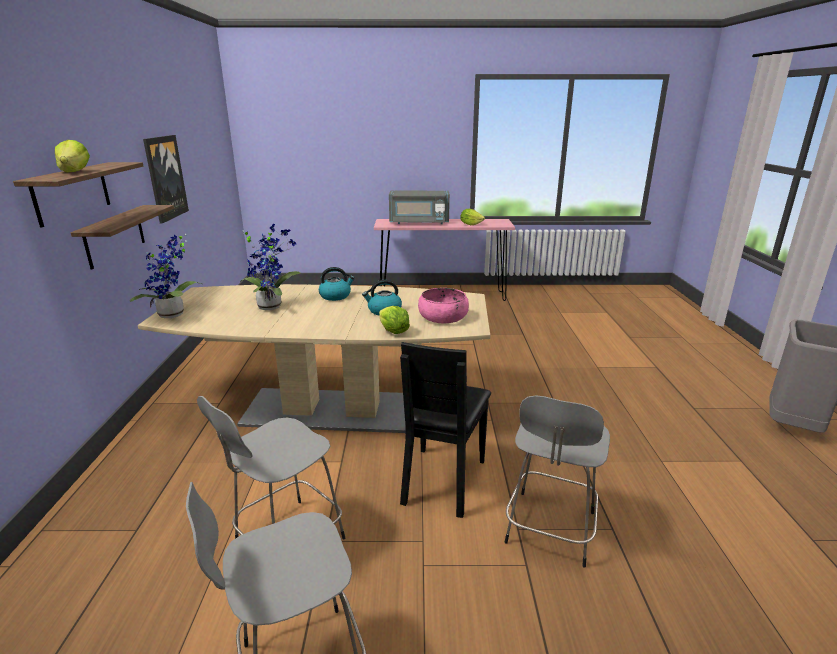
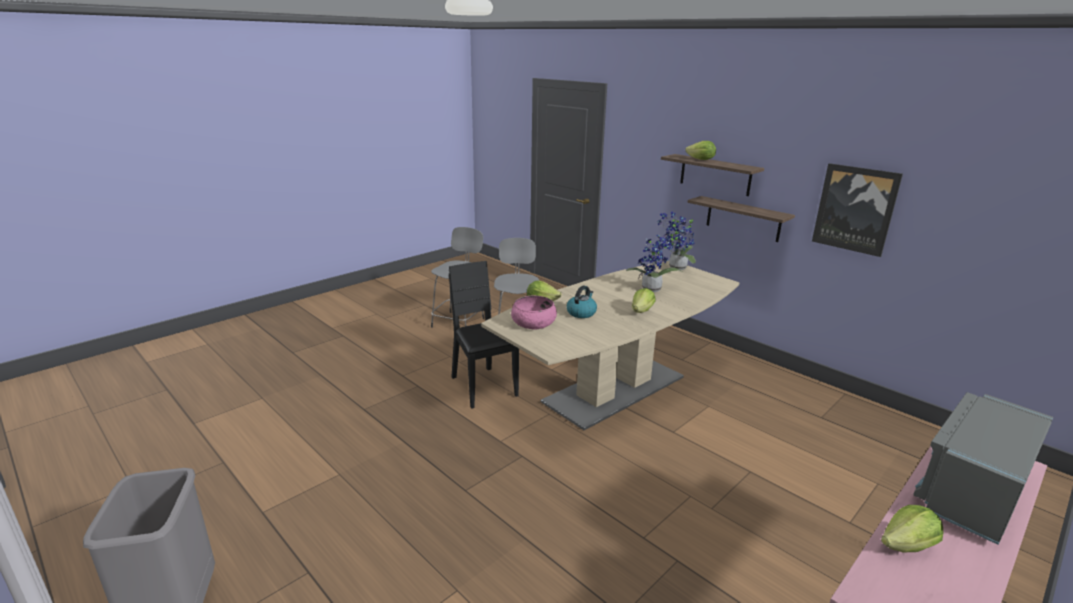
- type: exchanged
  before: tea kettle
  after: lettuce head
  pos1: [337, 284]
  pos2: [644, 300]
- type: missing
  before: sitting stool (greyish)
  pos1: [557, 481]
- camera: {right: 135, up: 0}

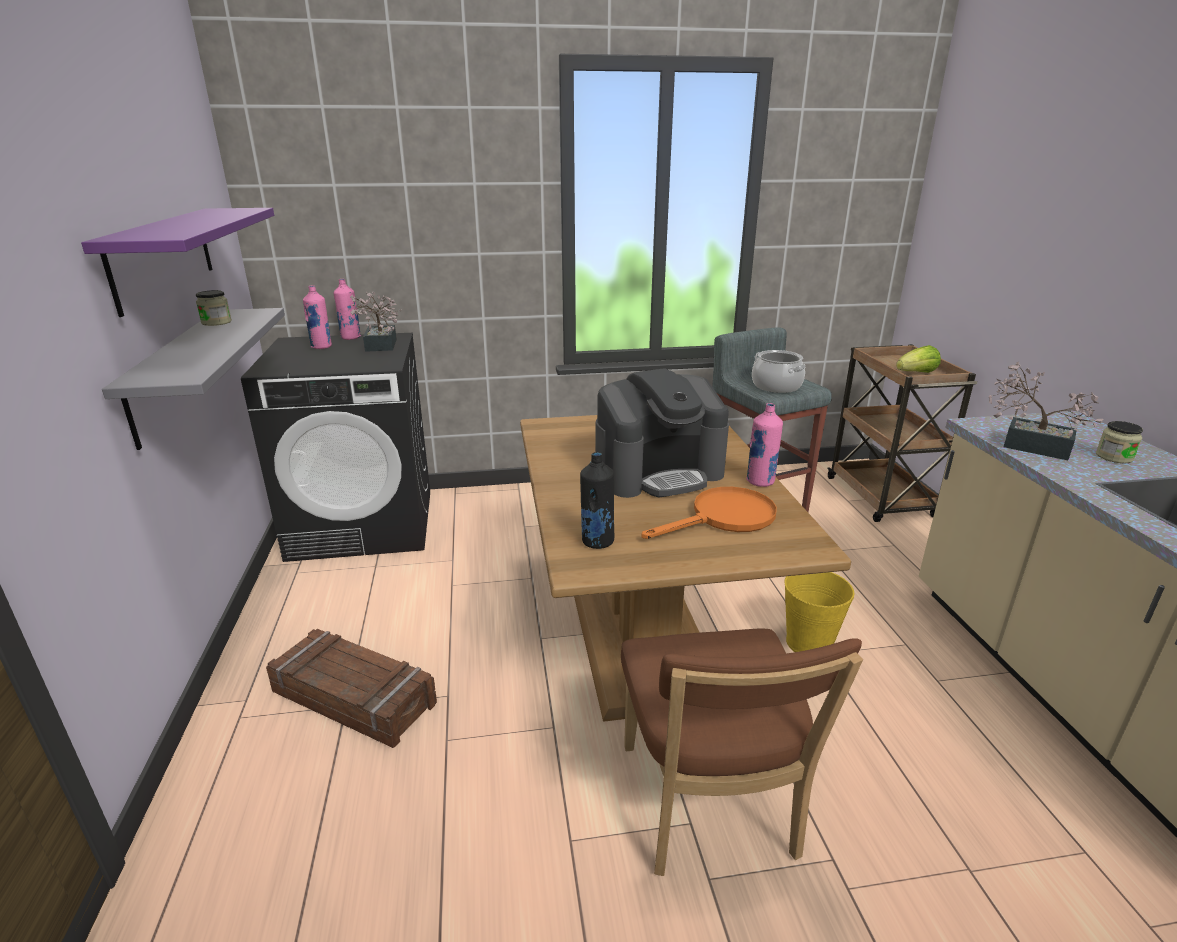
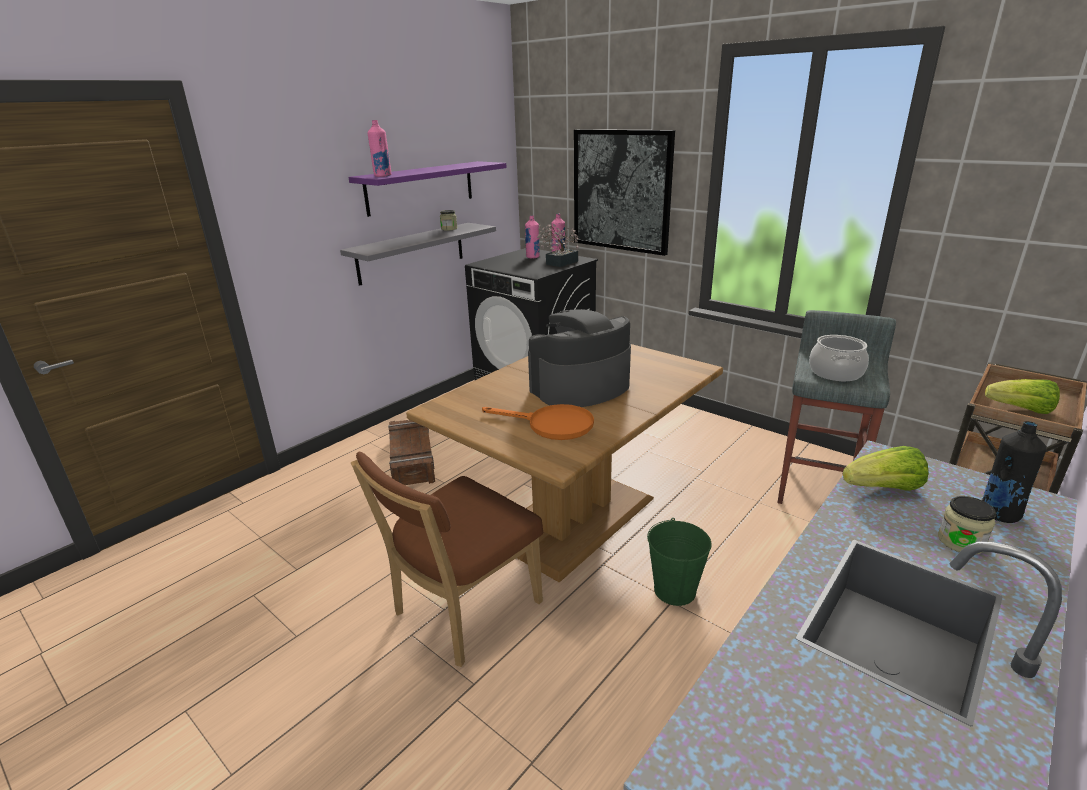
- type: relocated
  before: bottle (black-coloured)
  pos1: [597, 500]
  pos2: [1014, 472]
- type: spun
  before: coffee brewer
  pos1: [662, 433]
  pos2: [579, 358]
  turn: 120
- type: relocated
  before: bottle (pinkish)
  pos1: [764, 445]
  pos2: [380, 148]
- type: colour
  before: bucket (yellow)
  after: bucket (green-coloured)
  pos1: [819, 612]
  pos2: [679, 562]
- type: exchanged
  before: potted plant
  after: lettuce head
  pos1: [1046, 411]
  pos2: [885, 468]
- type: appeared
  after: picture
  pos2: [624, 192]
- camera: {right: 50, up: 0}

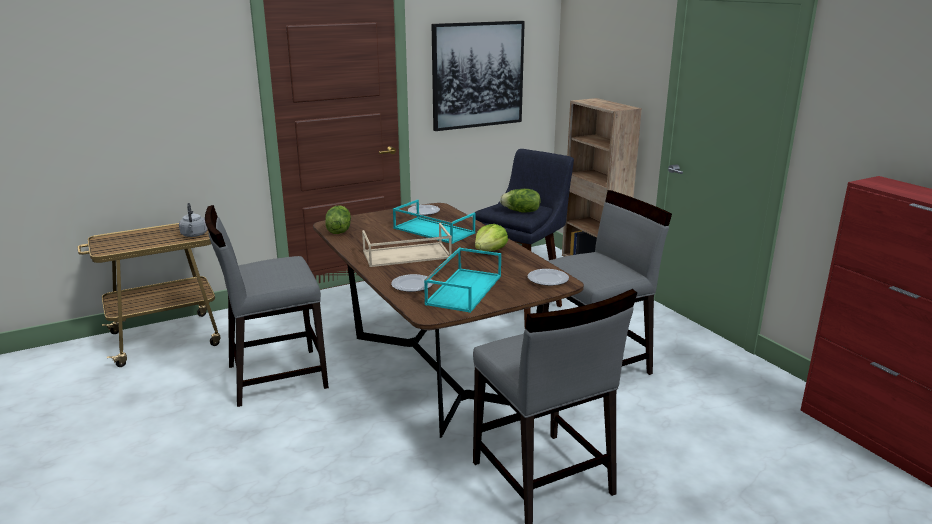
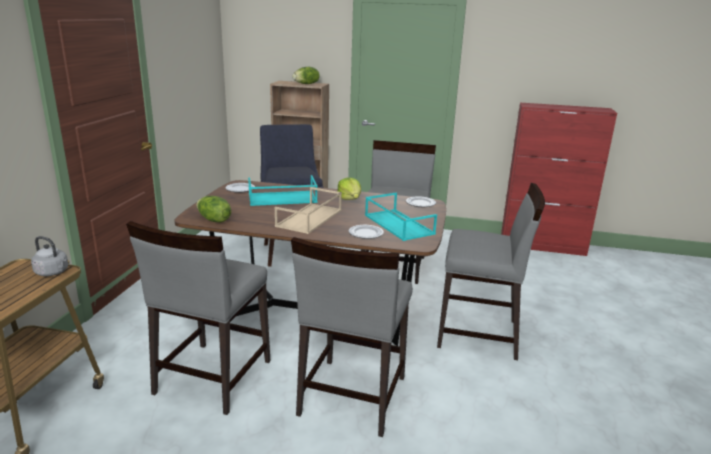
- type: missing
  before: picture
  pos1: [478, 76]
- type: relocated
  before: lettuce head
  pos1: [520, 201]
  pos2: [306, 75]
- type: appeared
  after: chair (greyish)
  pos2: [352, 337]
- camera: {right: -50, up: 0}

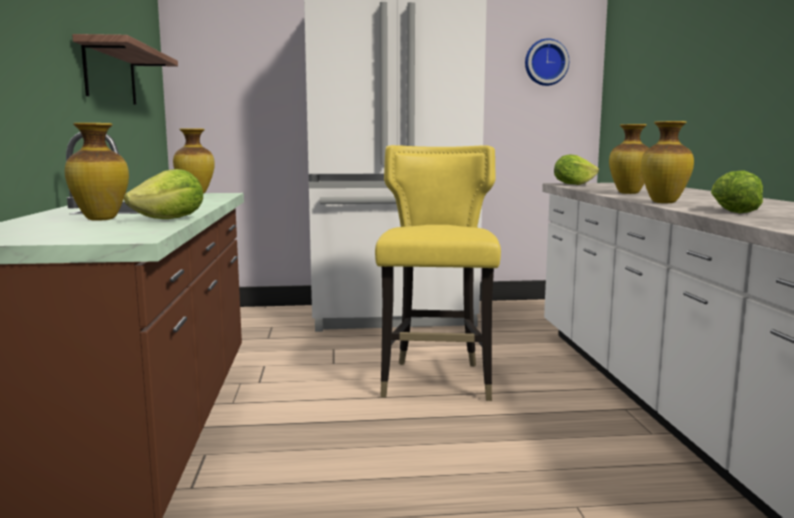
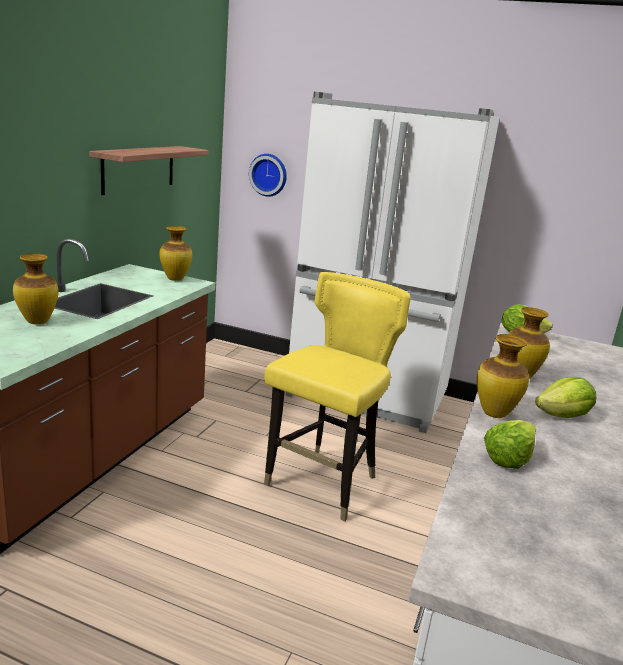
- type: relocated
  before: lettuce head
  pos1: [163, 194]
  pos2: [565, 397]
- type: relocated
  before: clock on the wall
  pos1: [547, 62]
  pos2: [268, 175]
- camera: {right: 25, up: 10}

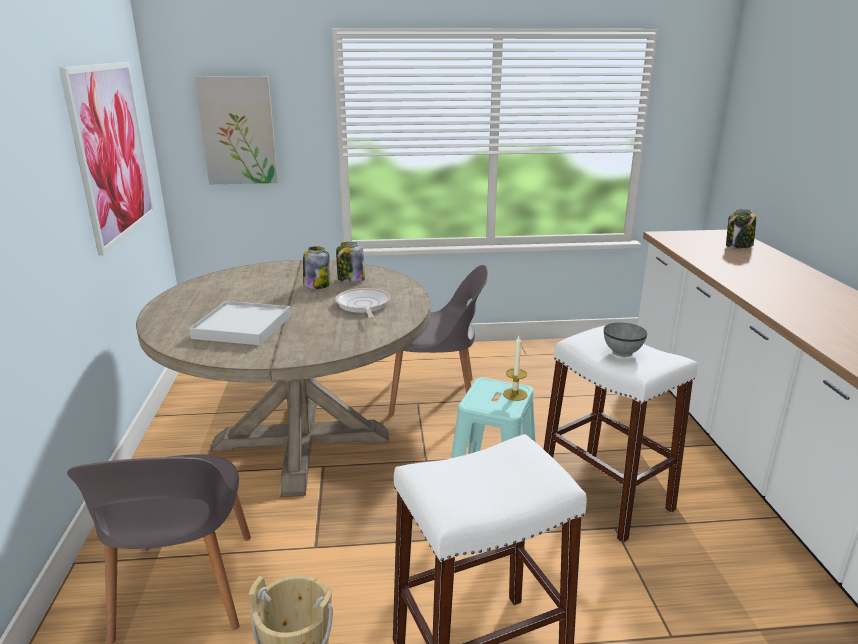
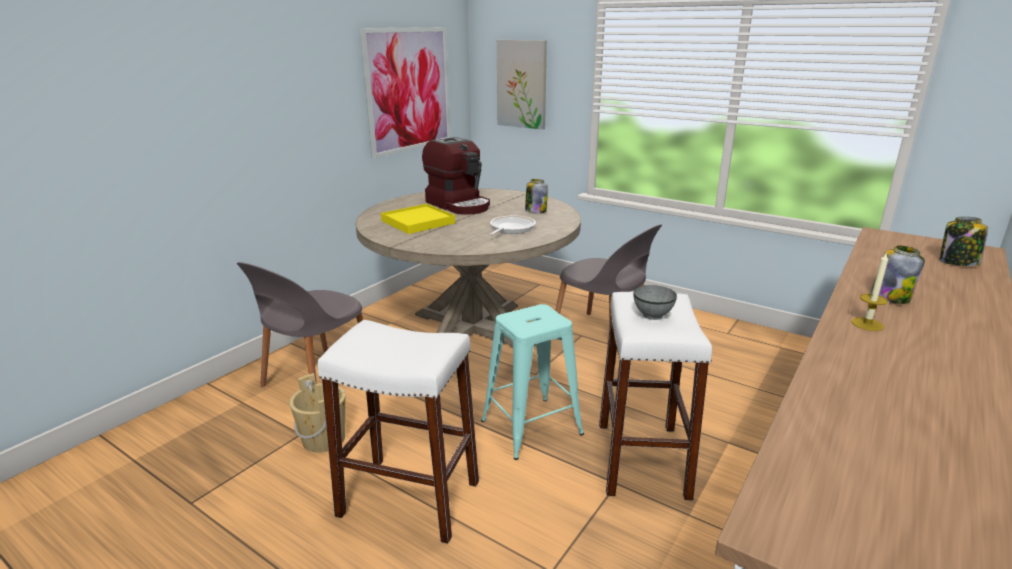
- type: colour
  before: carrying tray (white-coloured)
  after: carrying tray (yellow)
  pos1: [240, 323]
  pos2: [418, 219]
- type: relocated
  before: storage jar
  pos1: [316, 267]
  pos2: [898, 275]
- type: relocated
  before: wax light
  pos1: [515, 368]
  pos2: [869, 291]
- type: appeared
  after: coffee brewer
  pos2: [456, 176]
- camera: {right: 40, up: 0}

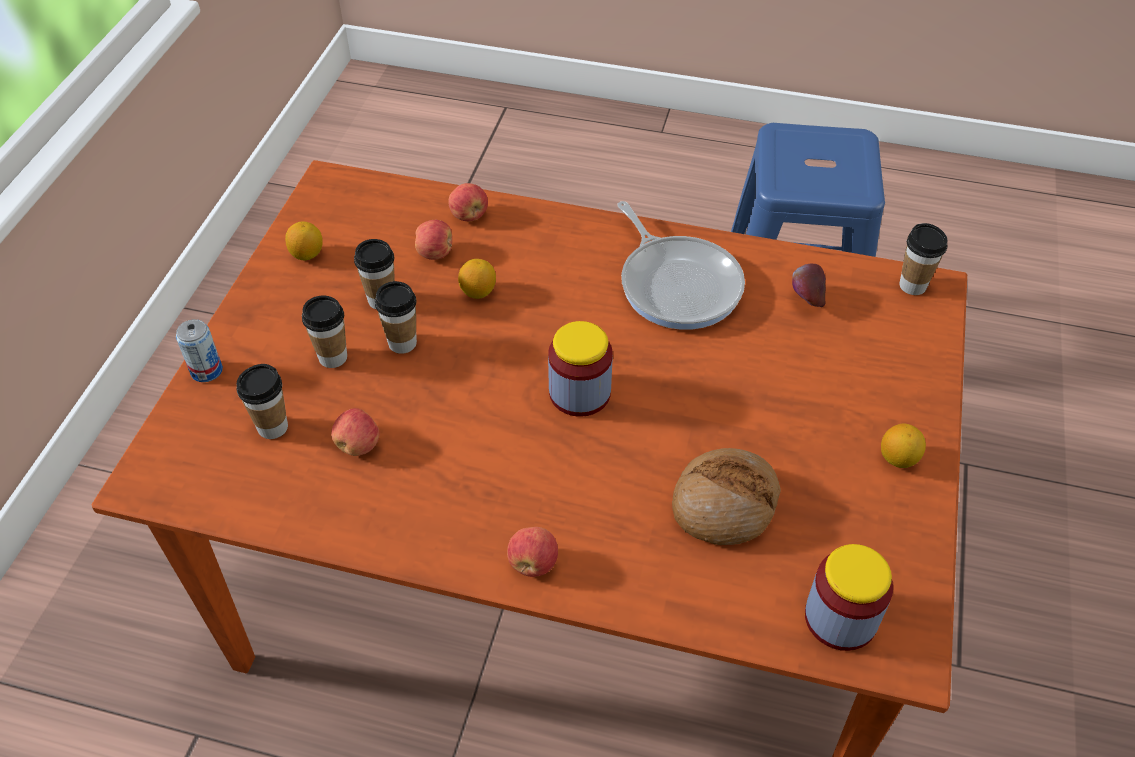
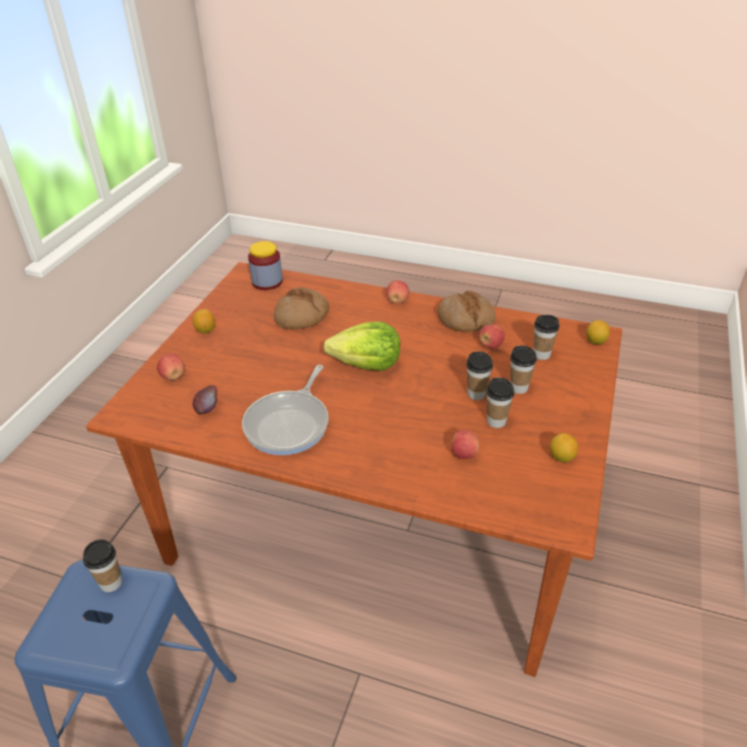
- type: missing
  before: can
  pos1: [199, 350]
- type: relocated
  before: apple
  pos1: [468, 202]
  pos2: [171, 367]
- type: relocated
  before: whole lemon
  pos1: [477, 279]
  pos2: [598, 332]
- type: exchanged
  before: storage jar
  after: lettuce head
  pos1: [580, 369]
  pos2: [361, 346]
- type: spun
  before: frying pan
  pos1: [681, 265]
  pos2: [285, 410]
  turn: -135
- type: relocated
  before: small cup
  pos1: [923, 259]
  pos2: [102, 565]
- type: appeared
  after: bakery bread
  pos2: [467, 311]
- camera: {right: -175, up: -10}

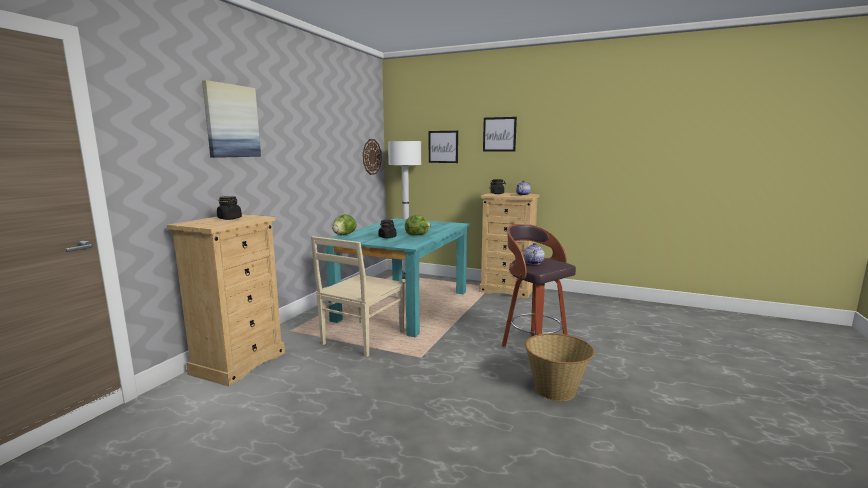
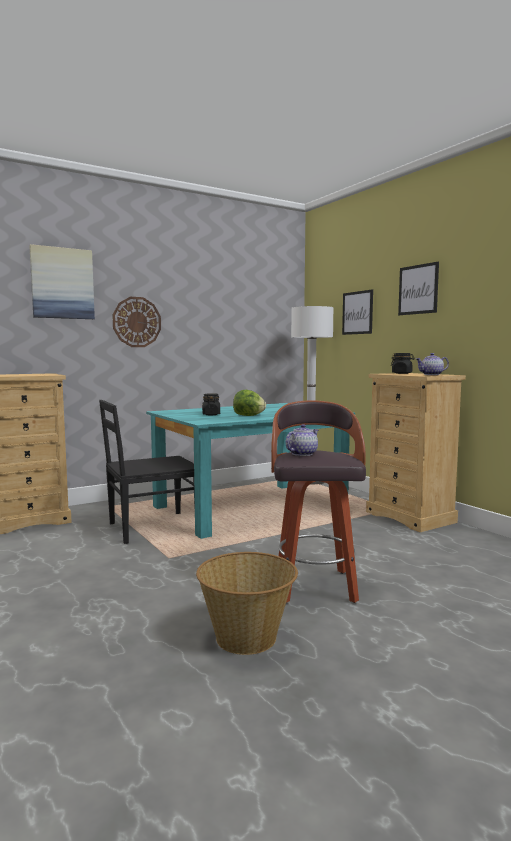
- type: missing
  before: storage jar (black-coloured)
  pos1: [229, 208]
- type: colour
  before: chair (beige)
  after: chair (black-coloured)
  pos1: [358, 296]
  pos2: [147, 472]
- type: missing
  before: lettuce head
  pos1: [344, 224]
- type: relocated
  before: clock on the wall
  pos1: [372, 157]
  pos2: [137, 322]
- camera: {right: 35, up: -5}

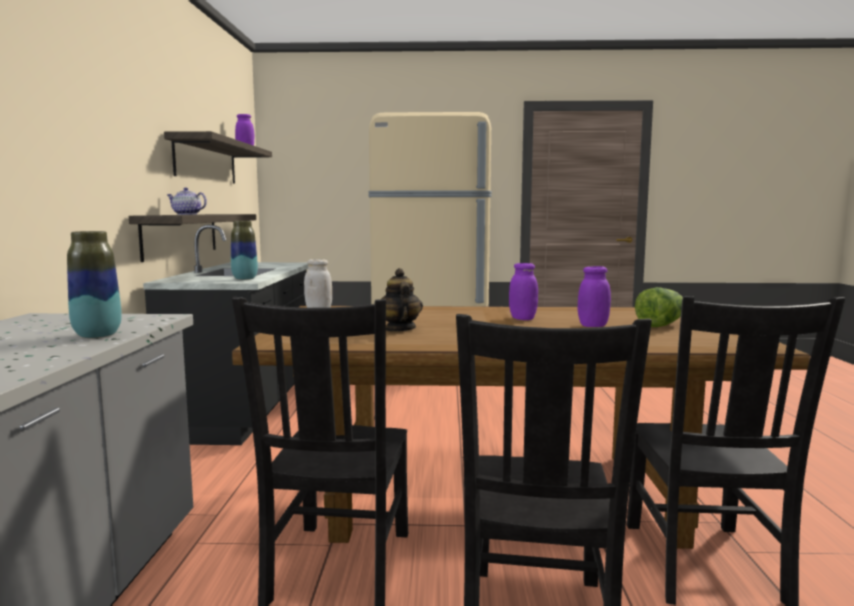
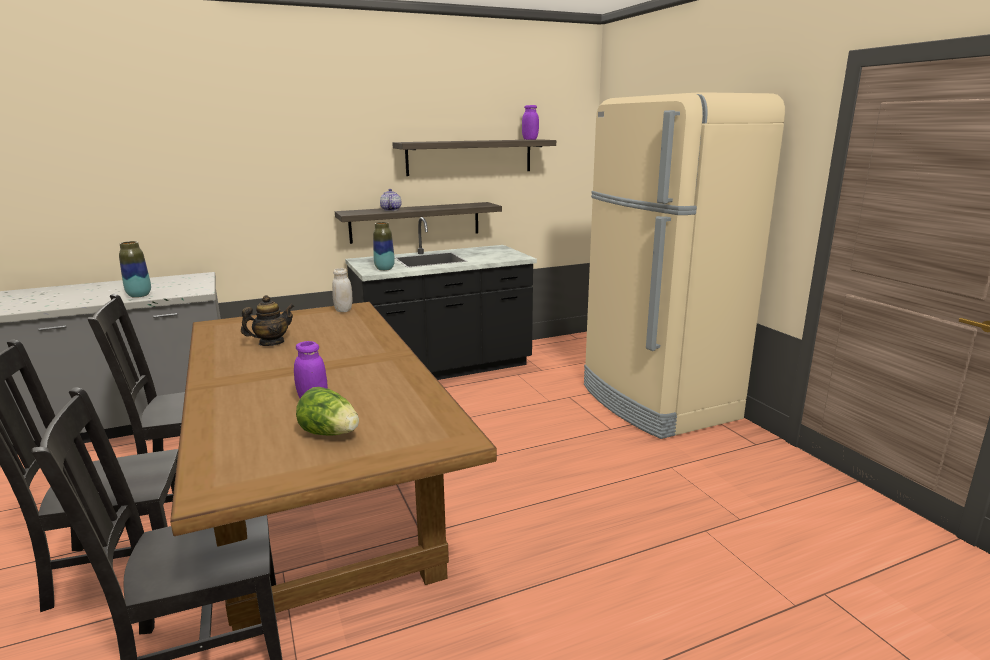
- type: missing
  before: storage jar (purple)
  pos1: [523, 291]
- camera: {right: 65, up: 10}

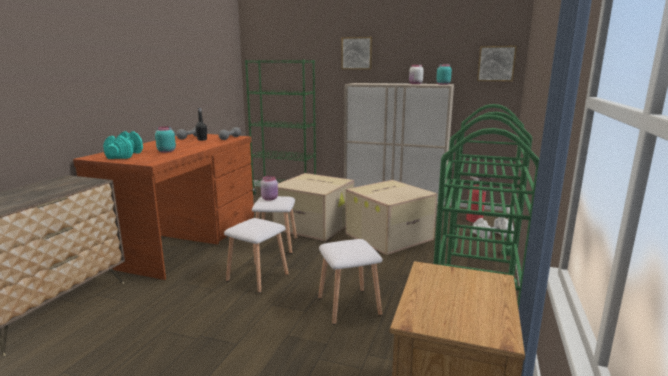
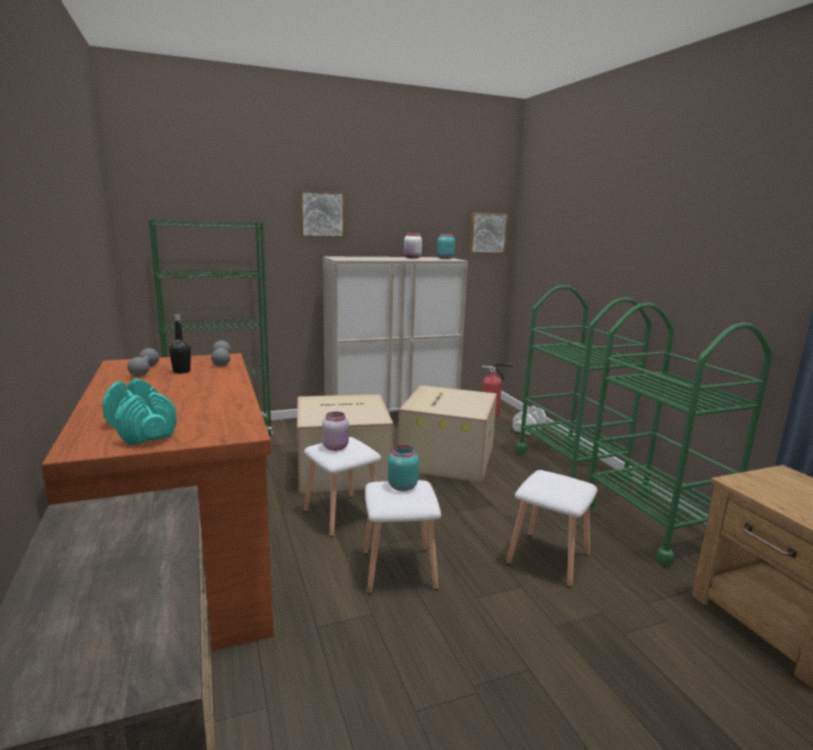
- type: relocated
  before: storage jar (blue-green)
  pos1: [165, 139]
  pos2: [403, 468]
- camera: {right: -40, up: 0}

